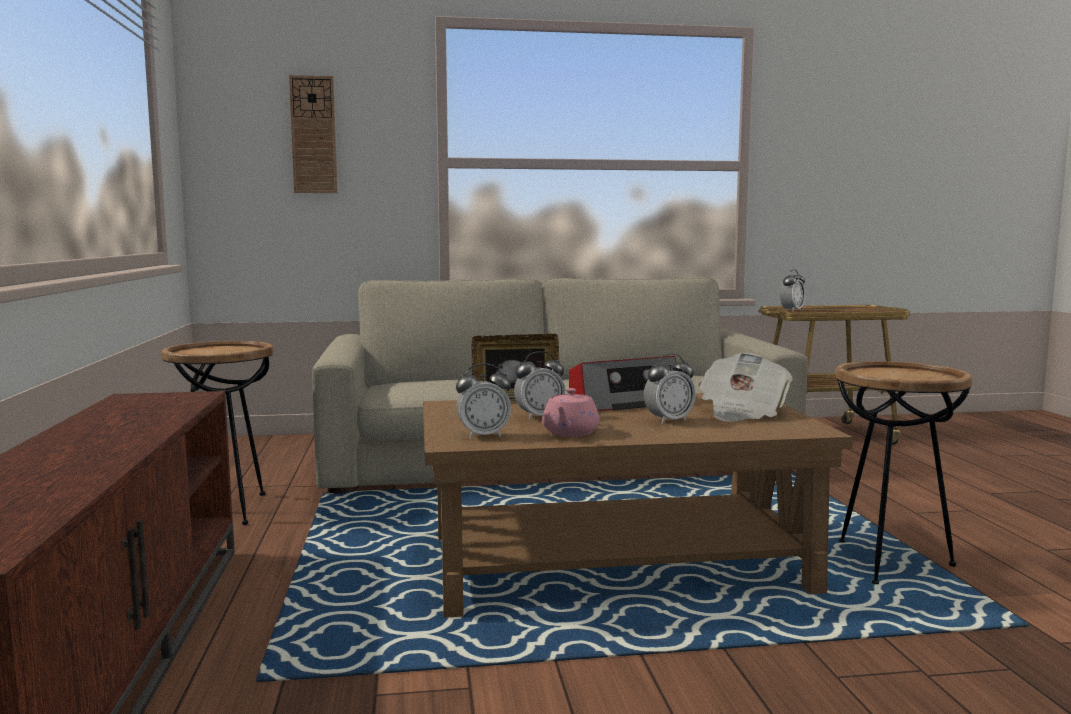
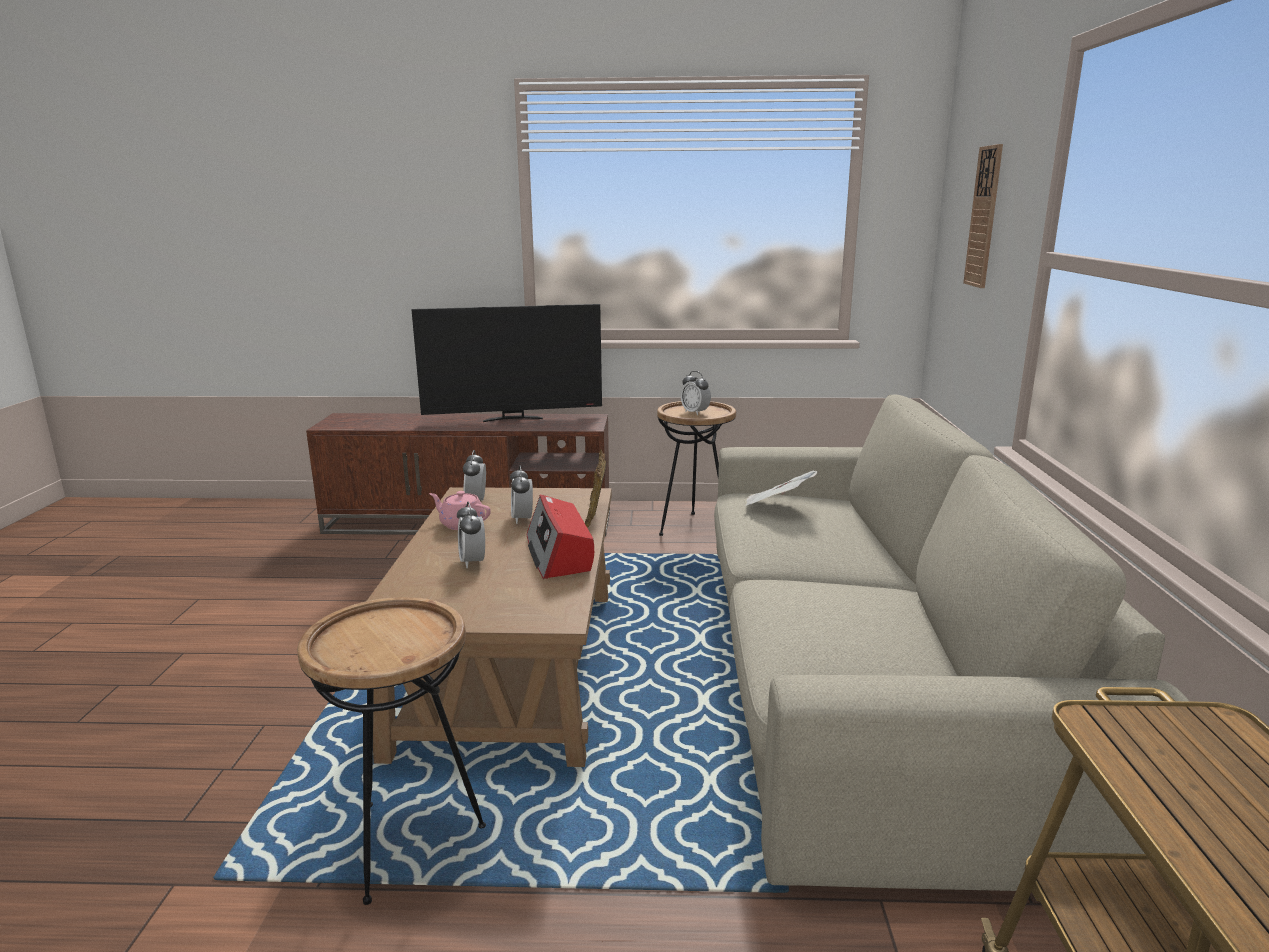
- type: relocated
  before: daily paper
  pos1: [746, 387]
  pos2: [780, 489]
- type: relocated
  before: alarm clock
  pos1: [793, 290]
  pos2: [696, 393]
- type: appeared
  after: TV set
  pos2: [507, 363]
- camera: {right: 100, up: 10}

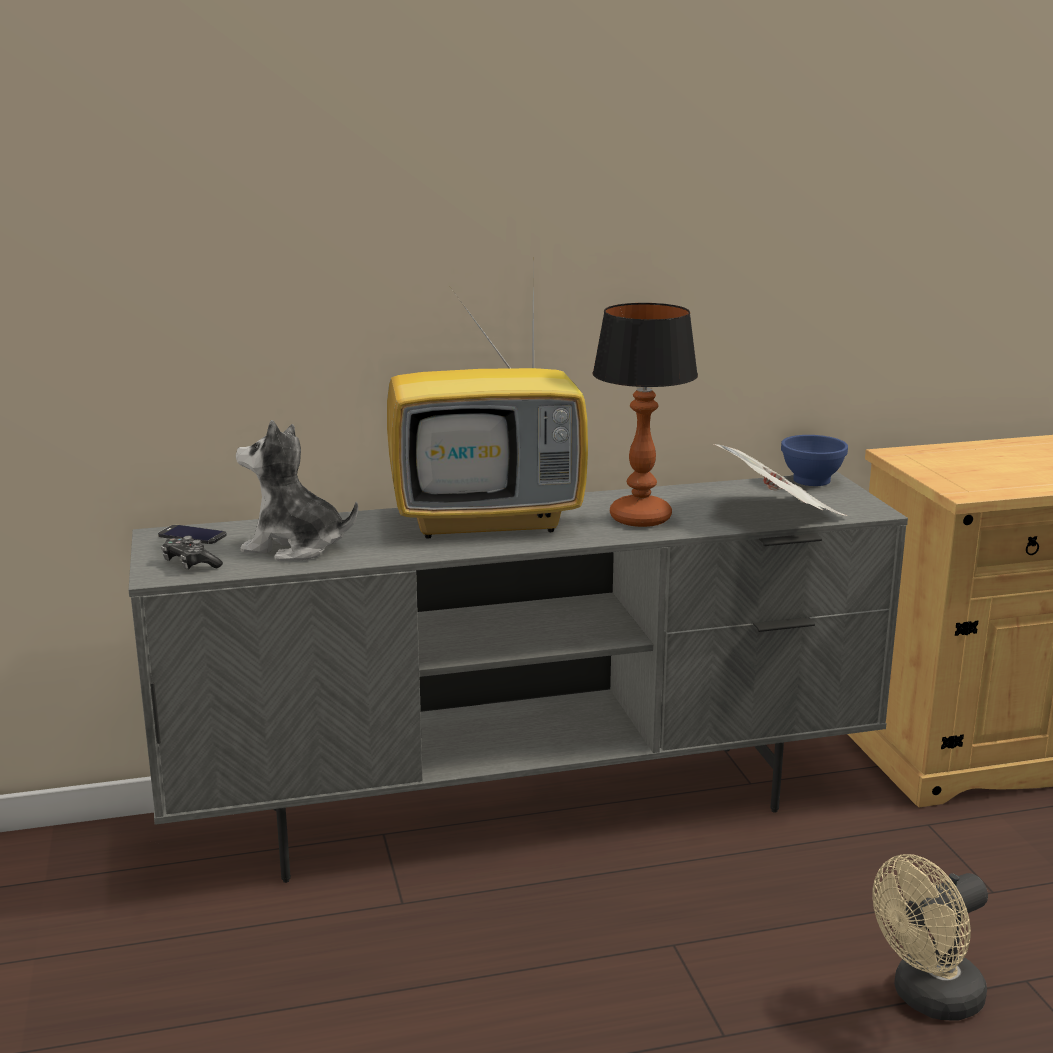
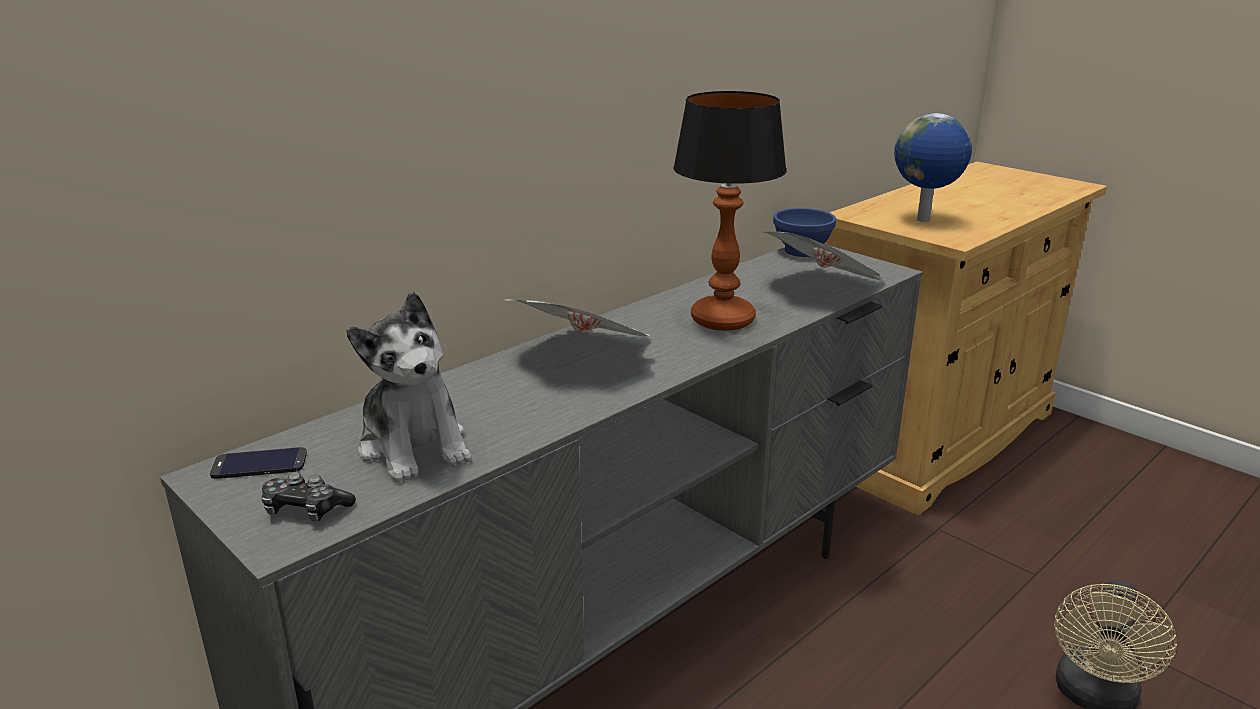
- type: spun
  before: cuddly toy
  pos1: [297, 490]
  pos2: [409, 387]
  turn: -105
- type: exchanged
  before: TV set
  after: daily paper
  pos1: [487, 405]
  pos2: [578, 318]
- type: appeared
  after: globe
  pos2: [933, 167]
- camera: {right: -30, up: 5}

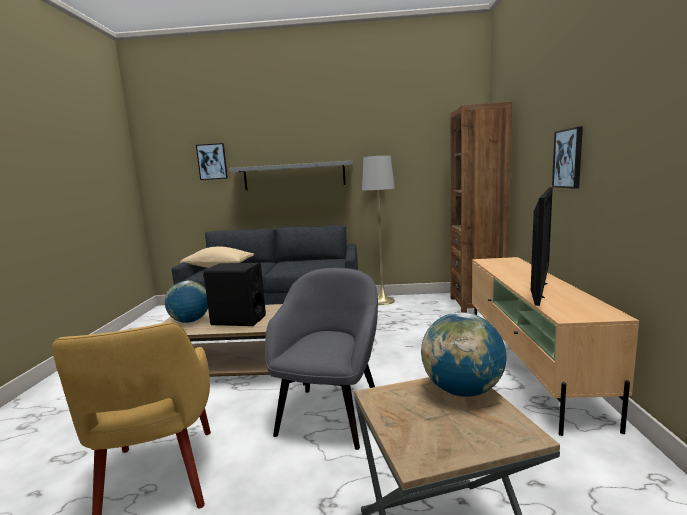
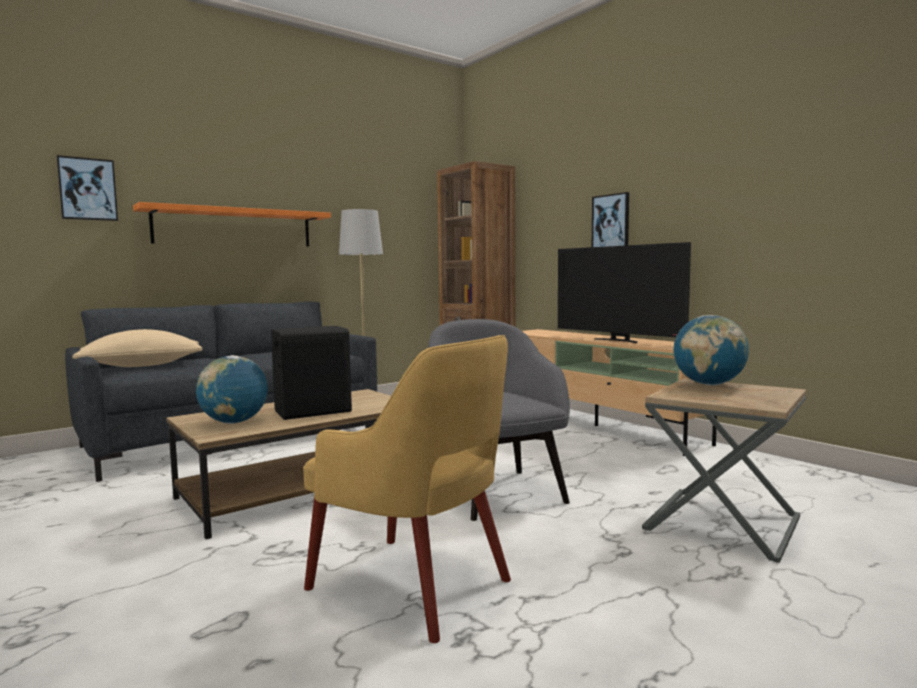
- type: colour
  before: wall shelf (greyish)
  after: wall shelf (orange-coloured)
  pos1: [291, 175]
  pos2: [232, 224]
- type: spun
  before: TV set
  pos1: [542, 246]
  pos2: [624, 292]
  turn: 150
- camera: {right: -40, up: -5}

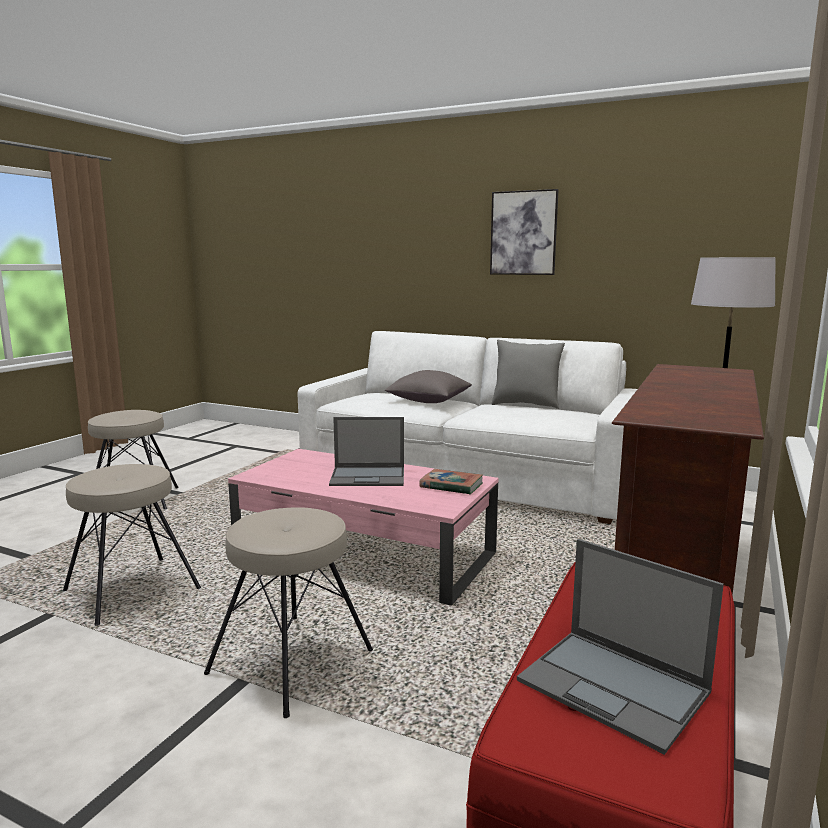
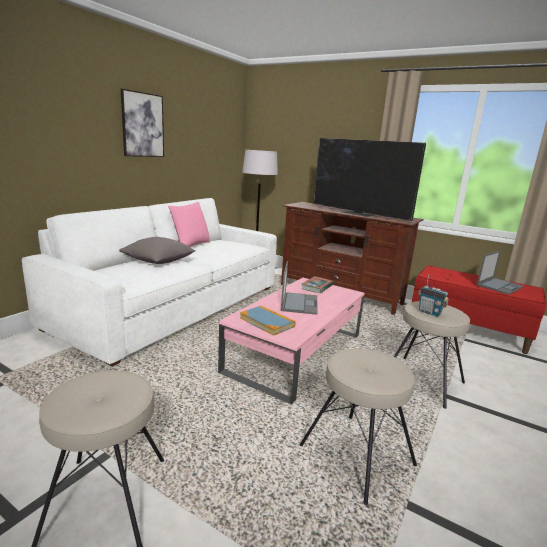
- type: colour
  before: cushion (greyish)
  after: cushion (pinkish)
  pos1: [528, 374]
  pos2: [189, 224]
- type: appeared
  after: volume
  pos2: [268, 321]
- type: appeared
  after: TV set
  pos2: [369, 179]
- type: appeared
  after: radio set
  pos2: [433, 296]
- camera: {right: -85, up: 5}

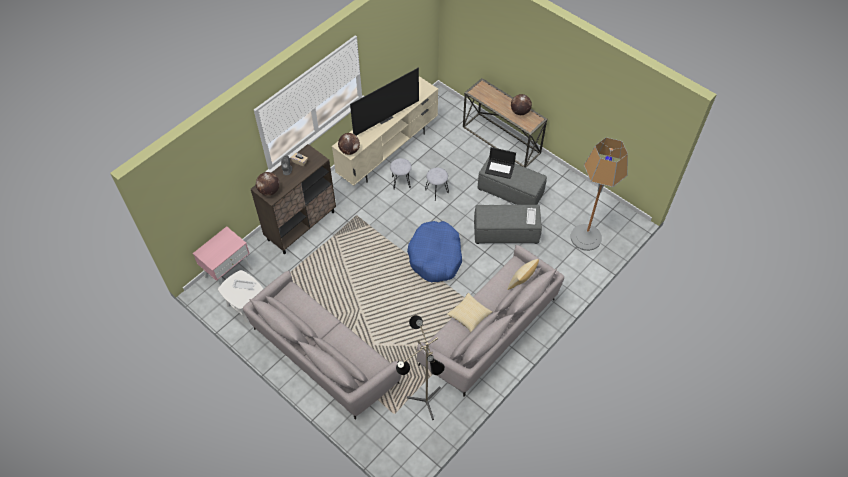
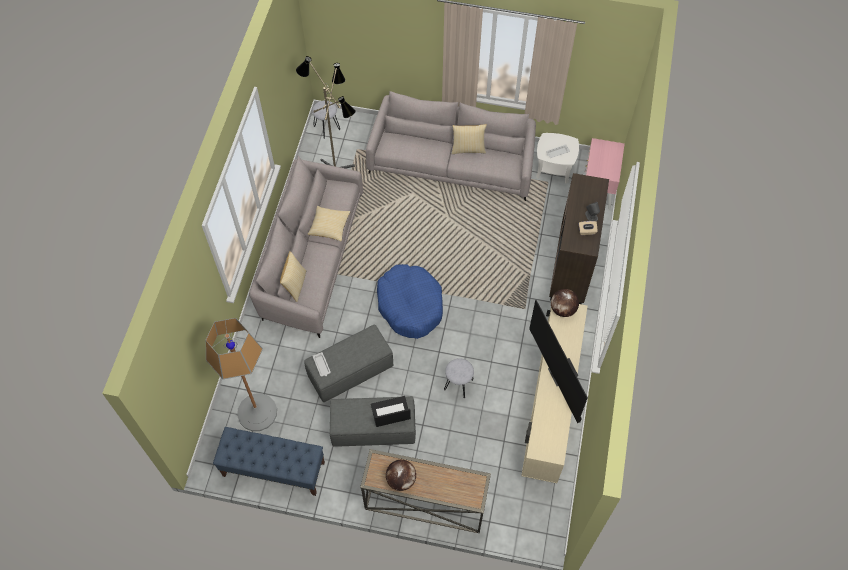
- type: missing
  before: globe
  pos1: [268, 184]
- type: spun
  before: TV set
  pos1: [384, 102]
  pos2: [558, 361]
  turn: -45
- type: relocated
  before: sitting stool (greyish)
  pos1: [401, 174]
  pos2: [326, 119]
- type: appeared
  after: long seat (bluish)
  pos2: [269, 461]
- type: appeared
  after: cushion
  pos2: [469, 139]
- camera: {right: 150, up: 5}

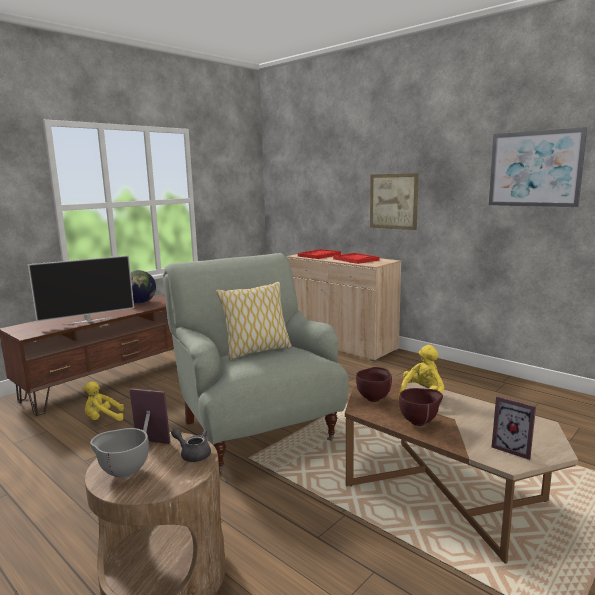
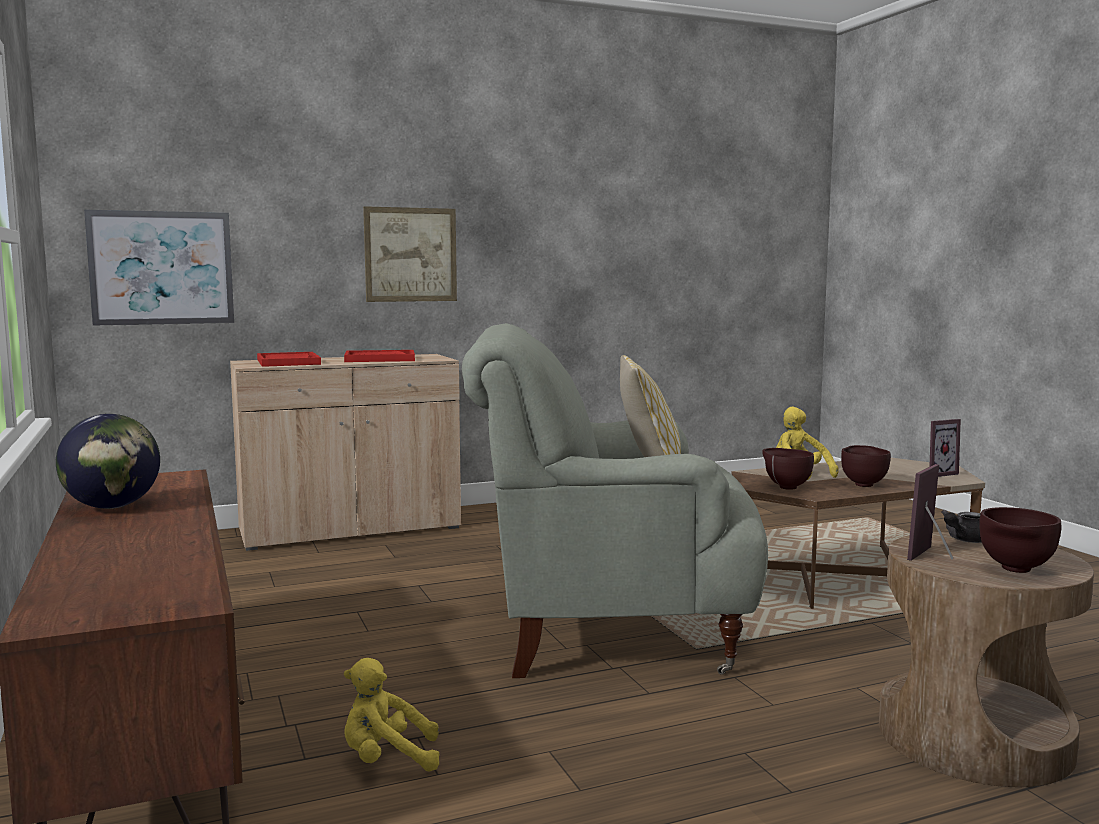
- type: missing
  before: TV set
  pos1: [81, 290]
- type: spun
  before: cuddly toy (yellow)
  pos1: [103, 401]
  pos2: [392, 714]
  turn: 75
- type: colour
  before: serving bowl (greyish)
  after: serving bowl (brown-coloured)
  pos1: [119, 453]
  pos2: [1020, 540]
- type: relocated
  before: picture
  pos1: [538, 167]
  pos2: [159, 268]
- camera: {right: -65, up: -5}

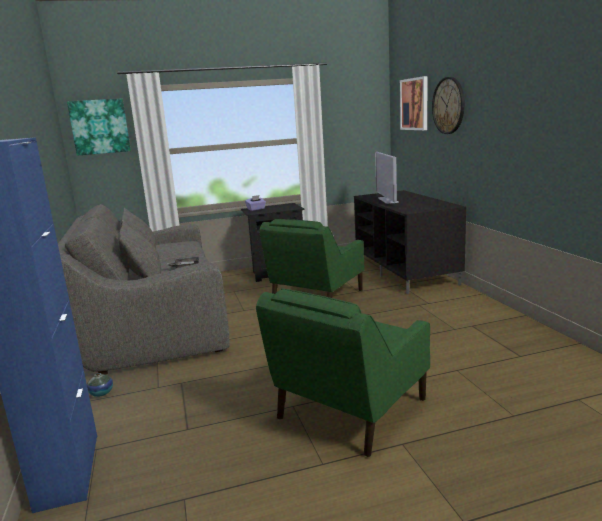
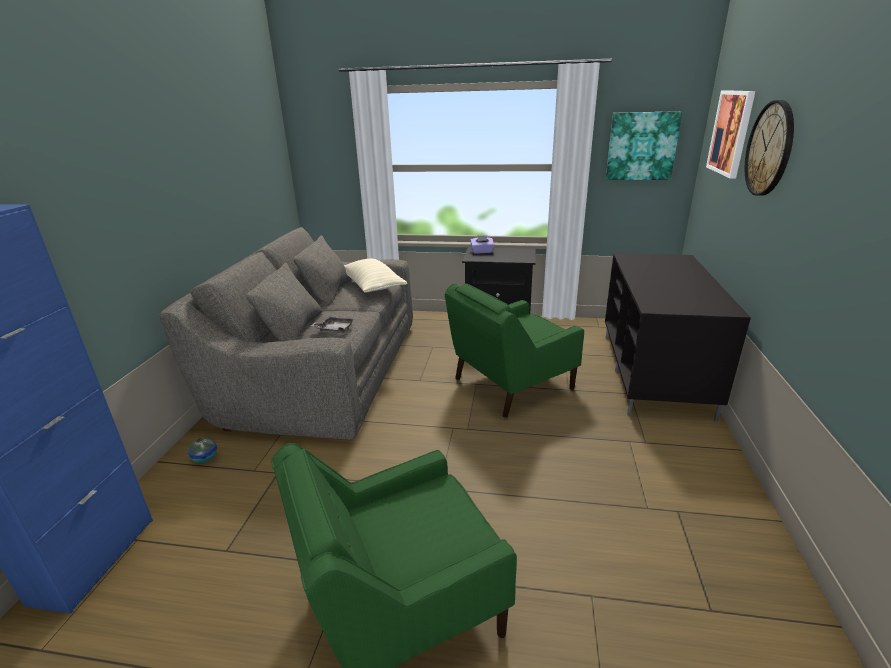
- type: relocated
  before: picture
  pos1: [99, 127]
  pos2: [644, 145]
- type: missing
  before: TV set
  pos1: [387, 178]
- type: appeared
  after: cushion (beige)
  pos2: [375, 275]
- camera: {right: 25, up: 10}

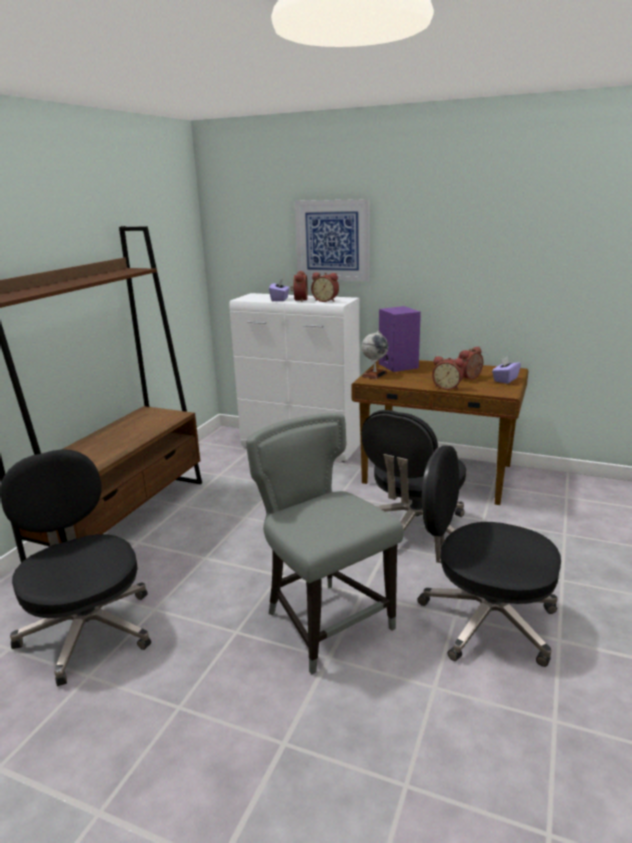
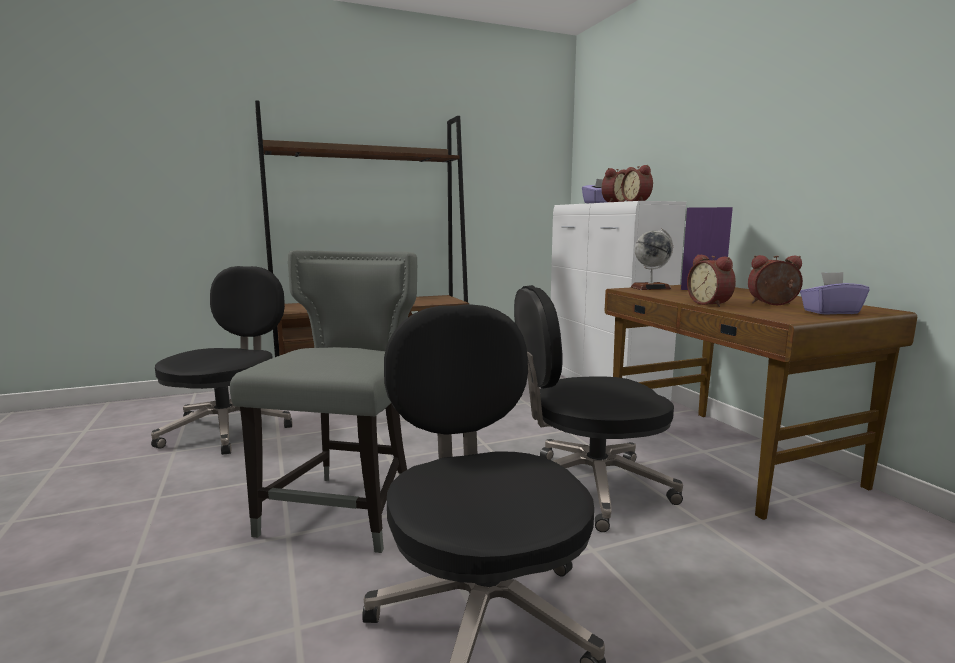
- type: missing
  before: picture
  pos1: [332, 240]
- camera: {right: 45, up: -10}

